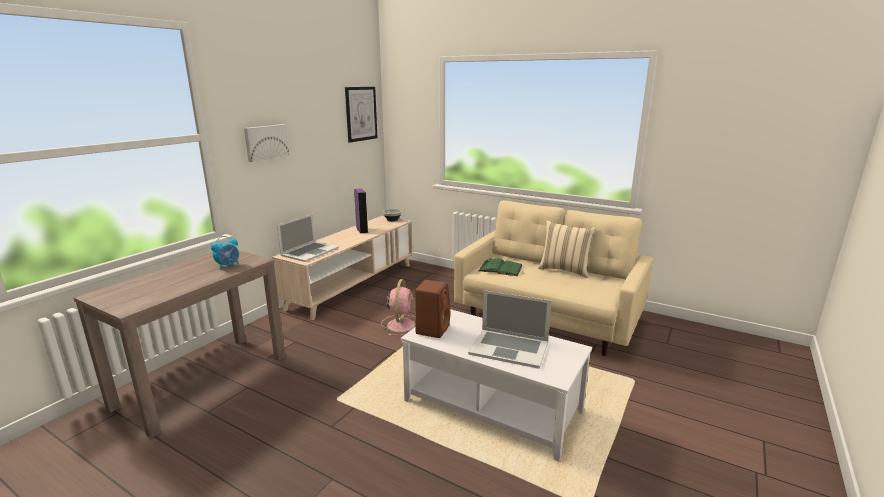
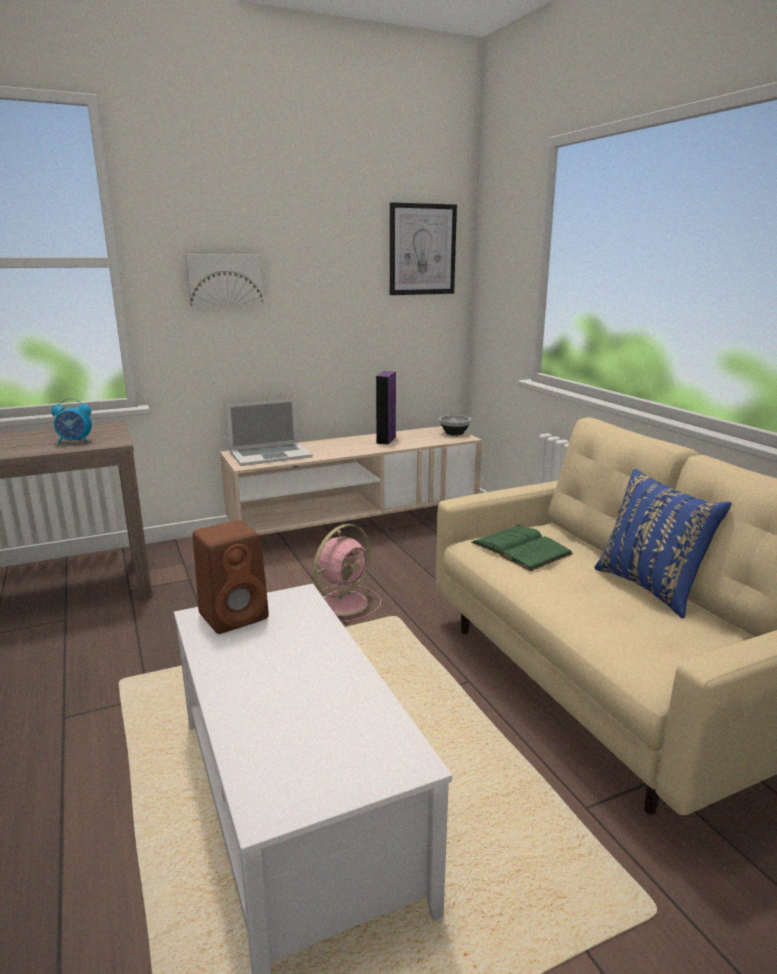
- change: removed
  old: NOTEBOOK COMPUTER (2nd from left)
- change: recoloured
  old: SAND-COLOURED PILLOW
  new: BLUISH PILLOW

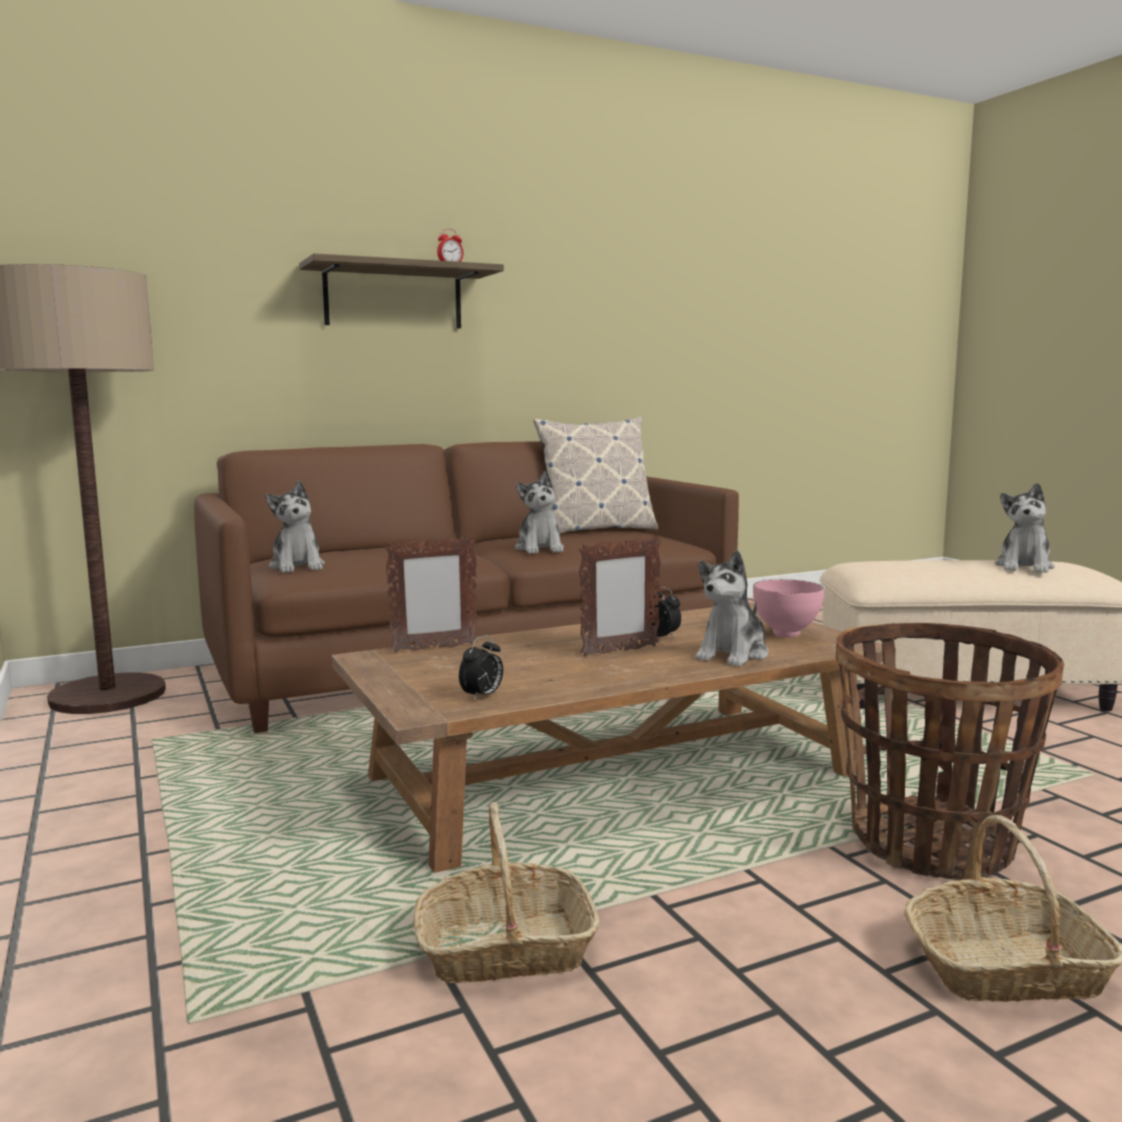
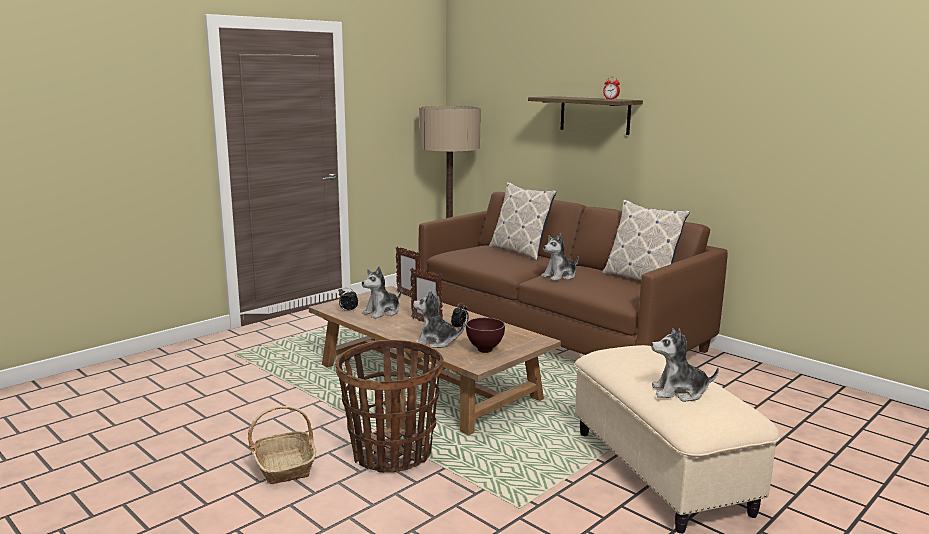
- change: removed
  old: BASKET (1st from left)
- change: added
  new: PILLOW (1st from left)
- change: moved
  old: CUDDLY TOY (1st from left)
- change: recoloured
  old: PINK SERVING BOWL
  new: BROWN SERVING BOWL

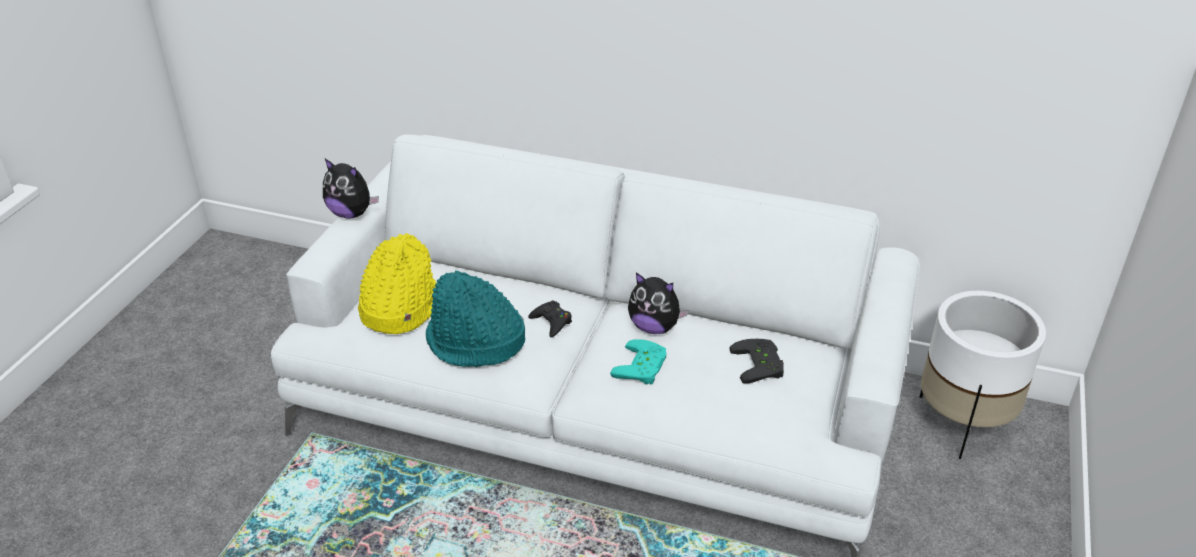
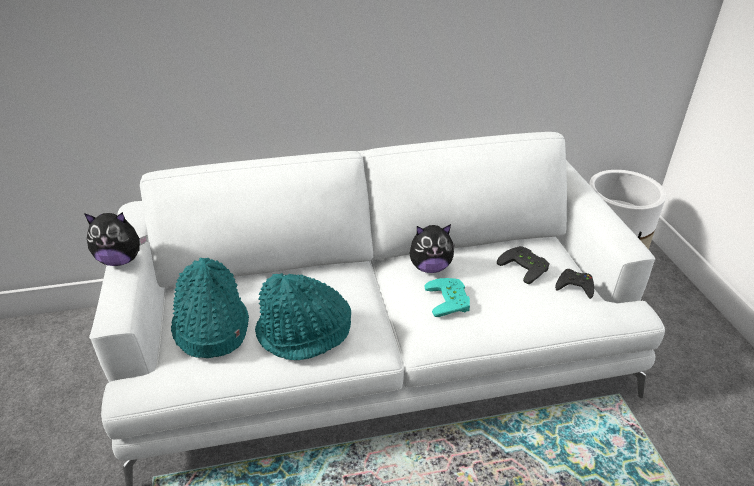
- change: moved
  old: BLACK JOYPAD (1st from left in the first image)
  new: BLACK JOYPAD (2nd from left)
- change: recoloured
  old: YELLOW-COLOURED HAT
  new: TURQUOISE-COLOURED HAT (1st from left)

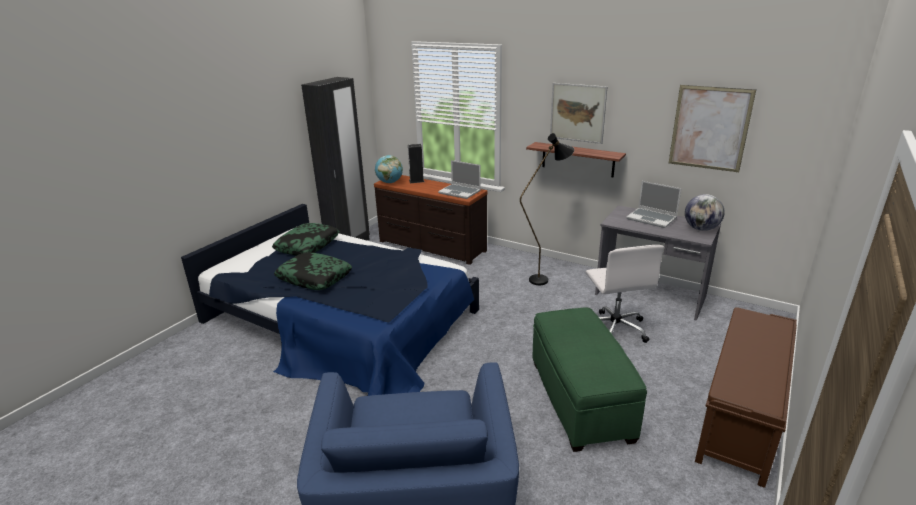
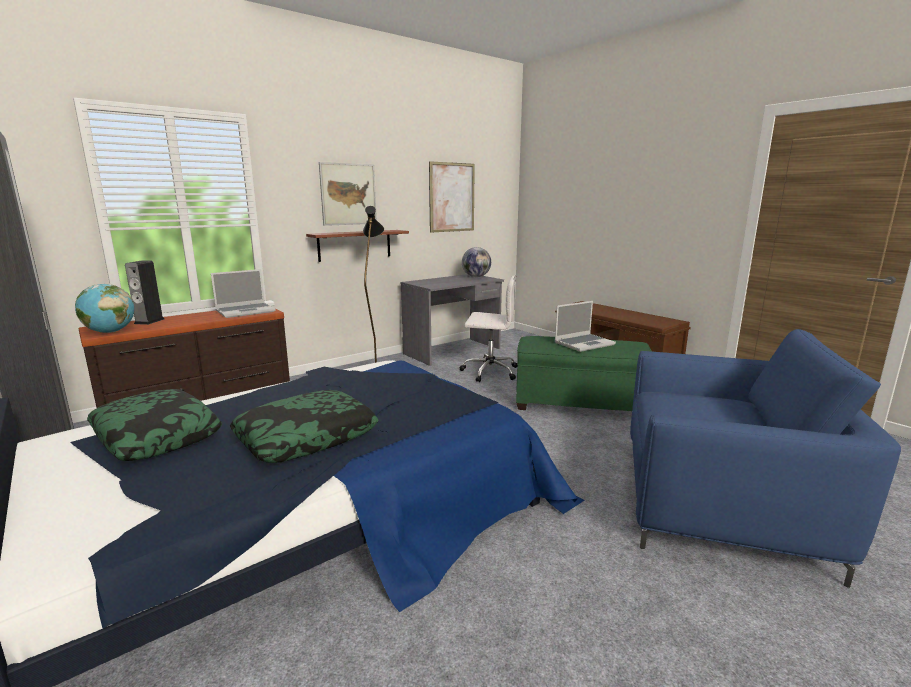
- change: moved
  old: NOTEBOOK COMPUTER (2nd from left)

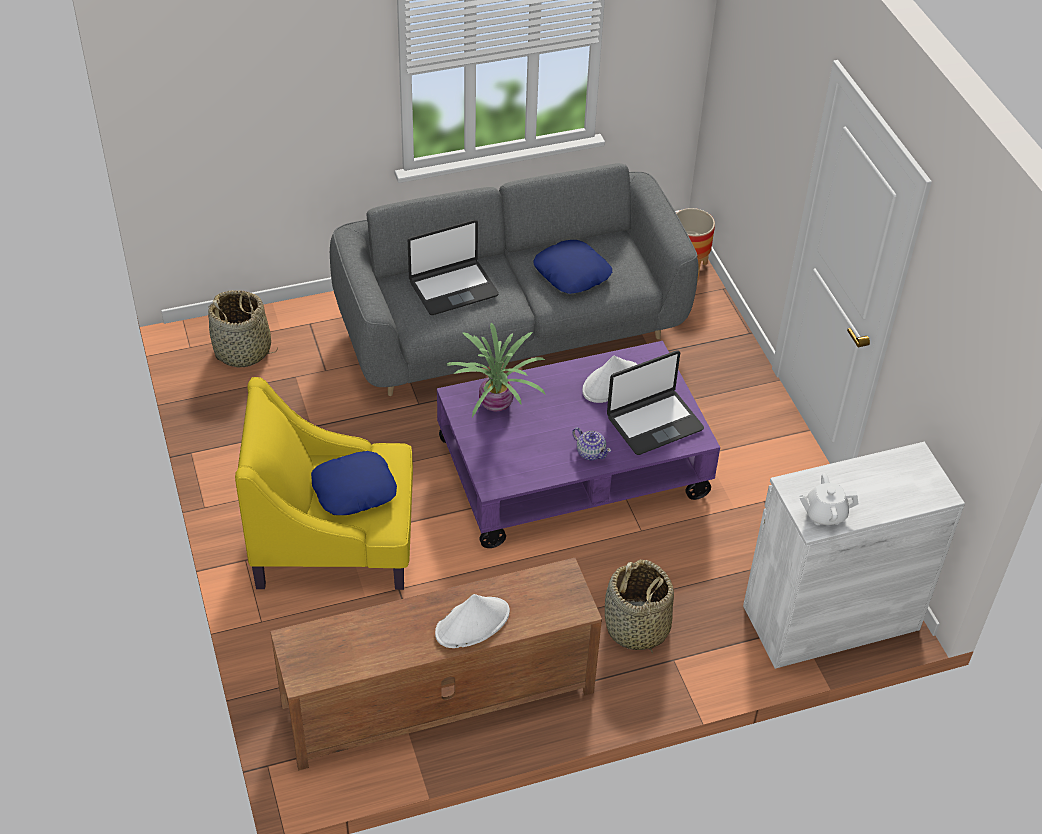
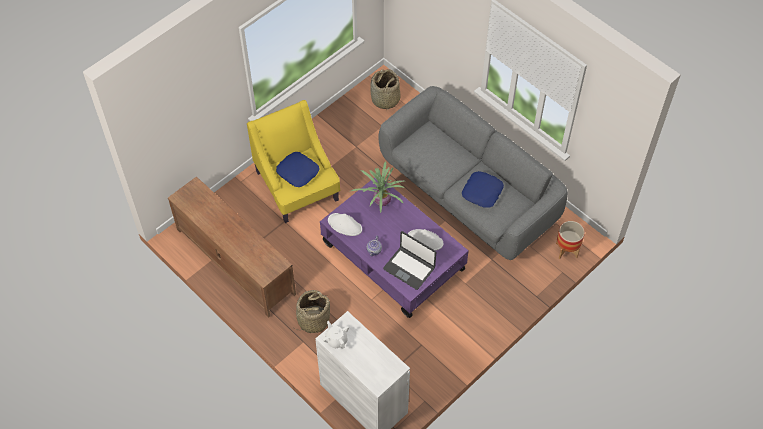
- change: removed
  old: NOTEBOOK COMPUTER (1st from left)
- change: moved
  old: WHITE HAT (1st from left)

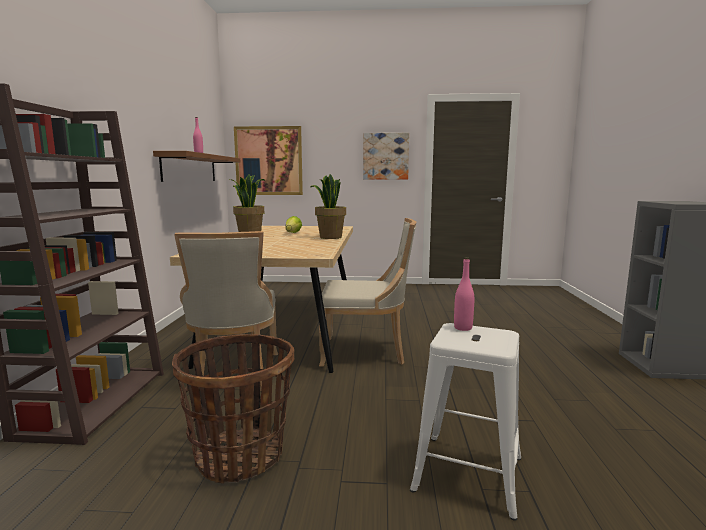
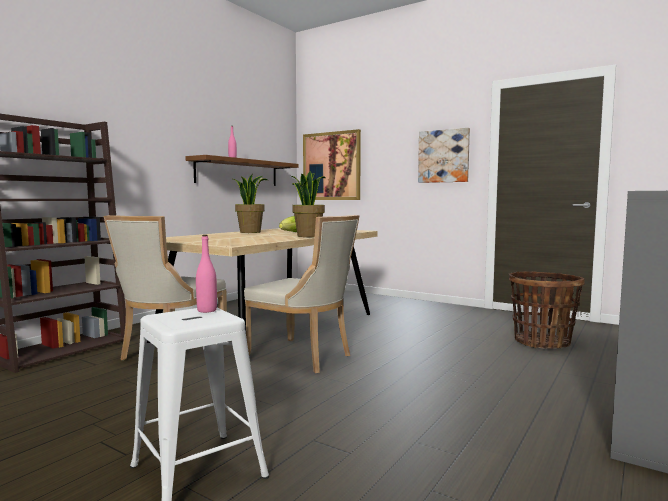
- change: moved
  old: BASKET

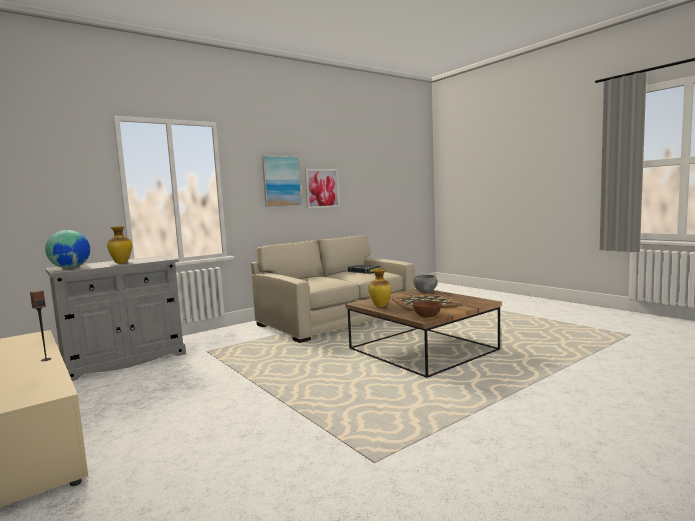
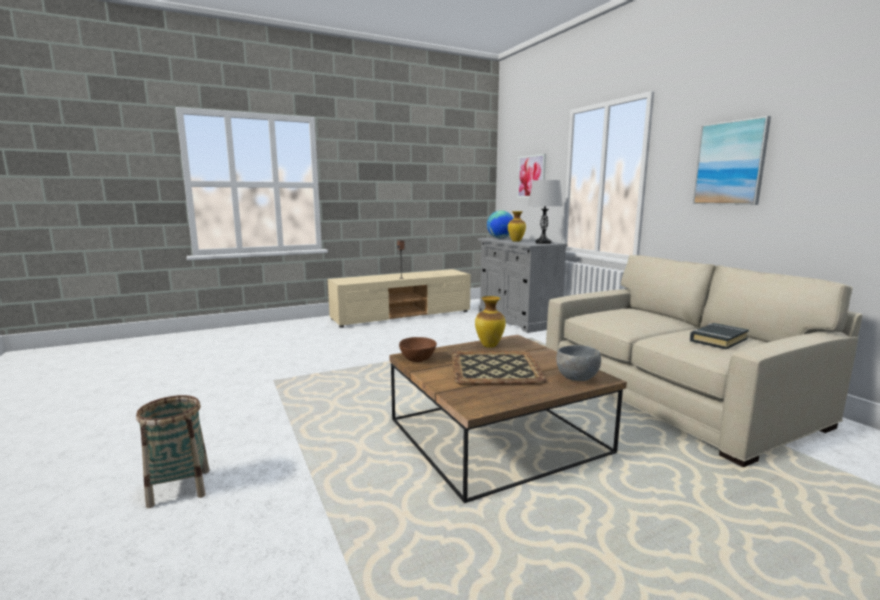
- change: added
  new: BASKET
- change: added
  new: GRAY TABLE LAMP
- change: moved
  old: PICTURE (2nd from left in the first image)
  new: PICTURE (1st from left)

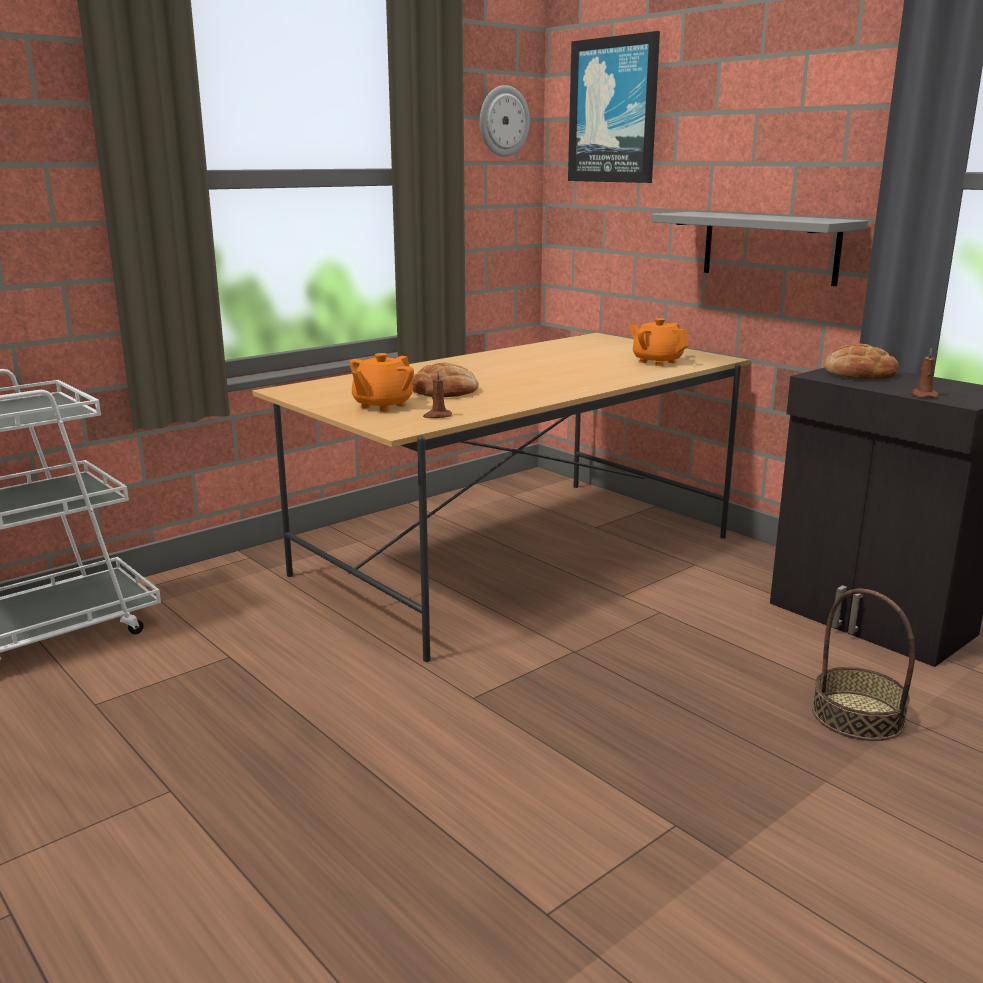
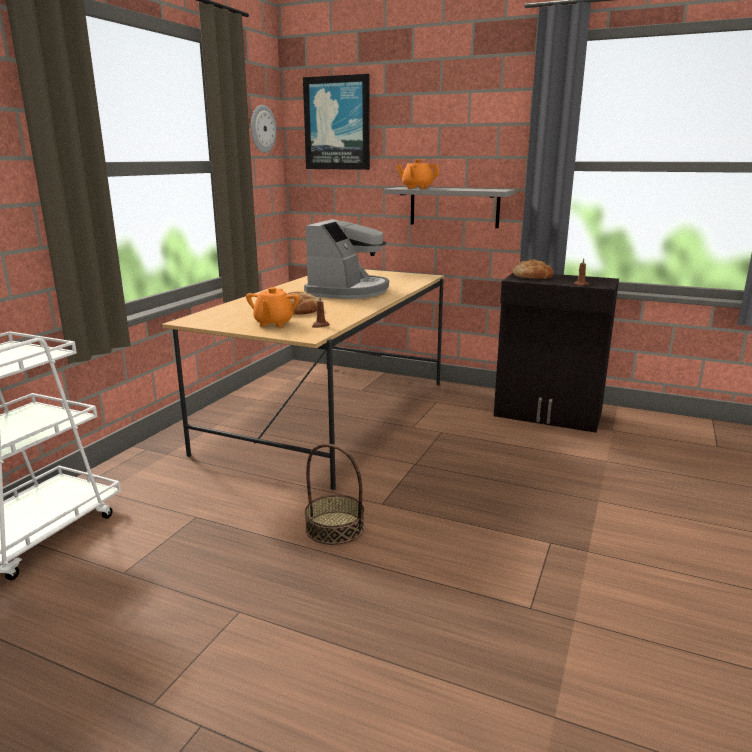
- change: added
  new: COFFEE MACHINE
- change: moved
  old: ORANGE-COLOURED TEAPOT (2nd from left)
- change: moved
  old: BASKET

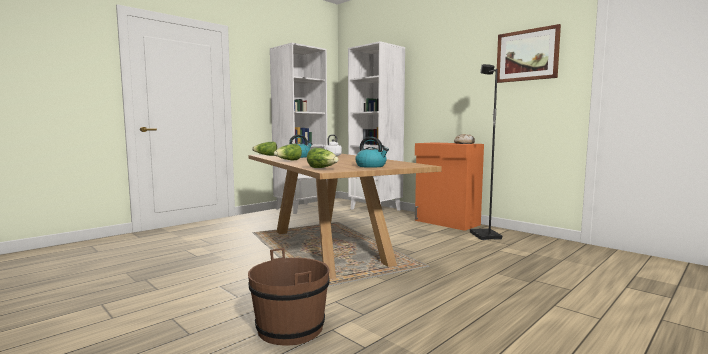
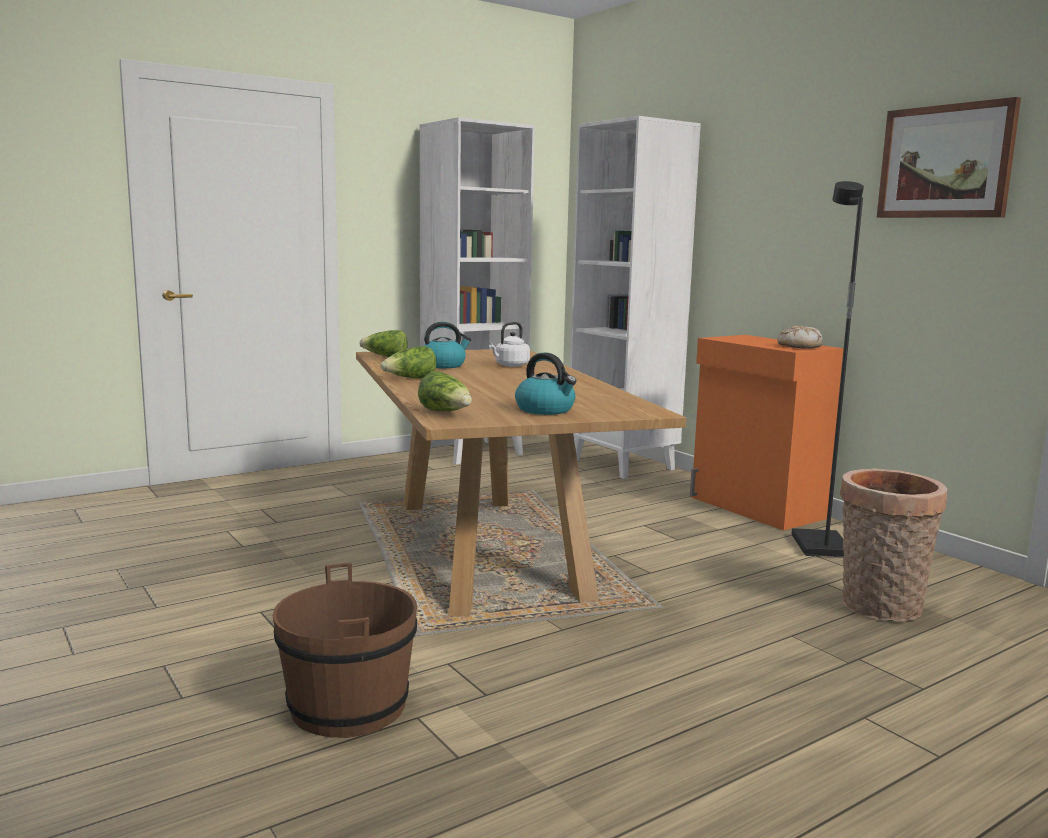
- change: added
  new: BASKET

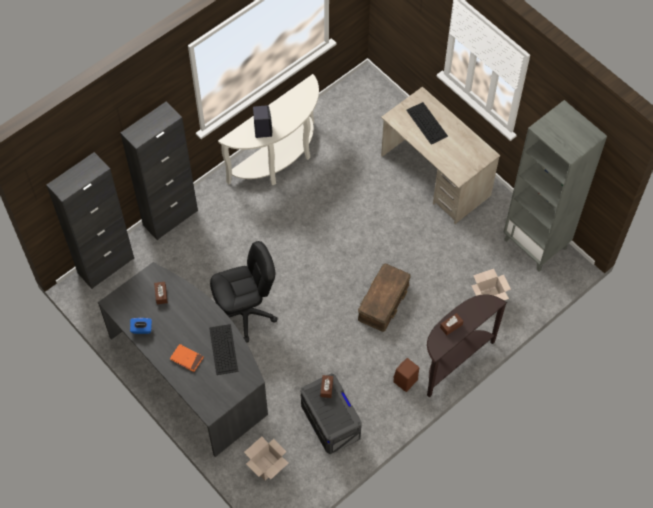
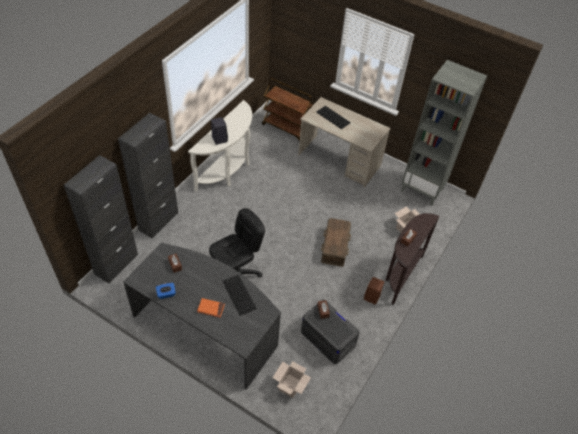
- change: added
  new: BROWN CART

